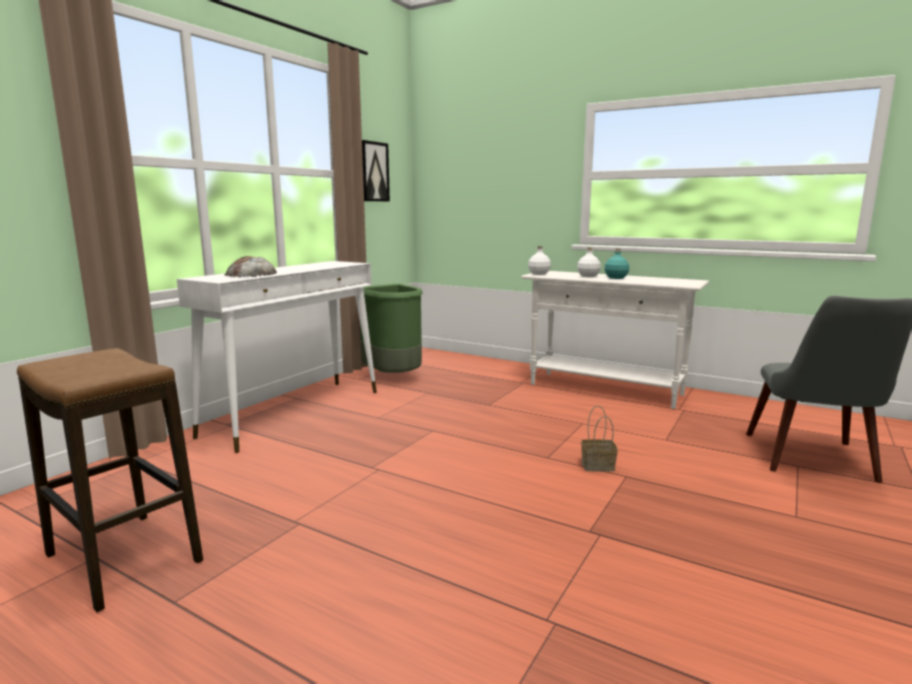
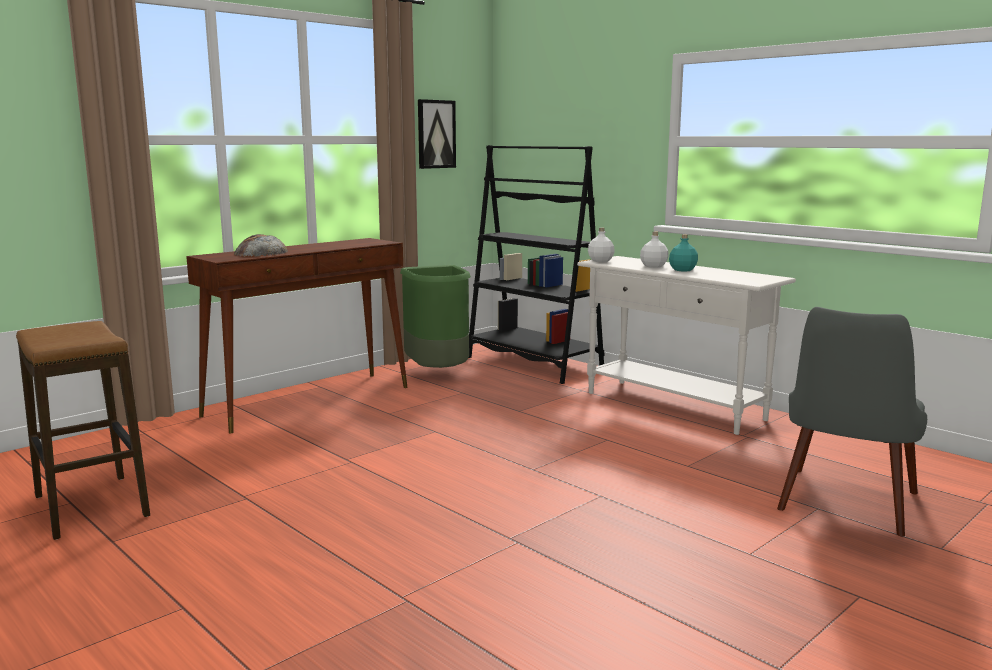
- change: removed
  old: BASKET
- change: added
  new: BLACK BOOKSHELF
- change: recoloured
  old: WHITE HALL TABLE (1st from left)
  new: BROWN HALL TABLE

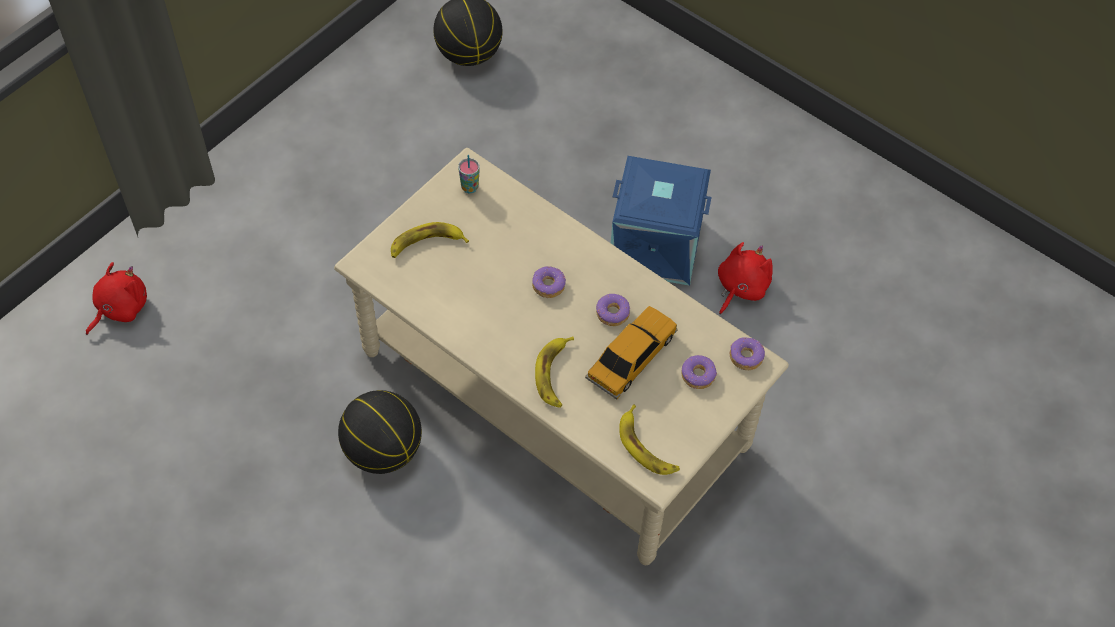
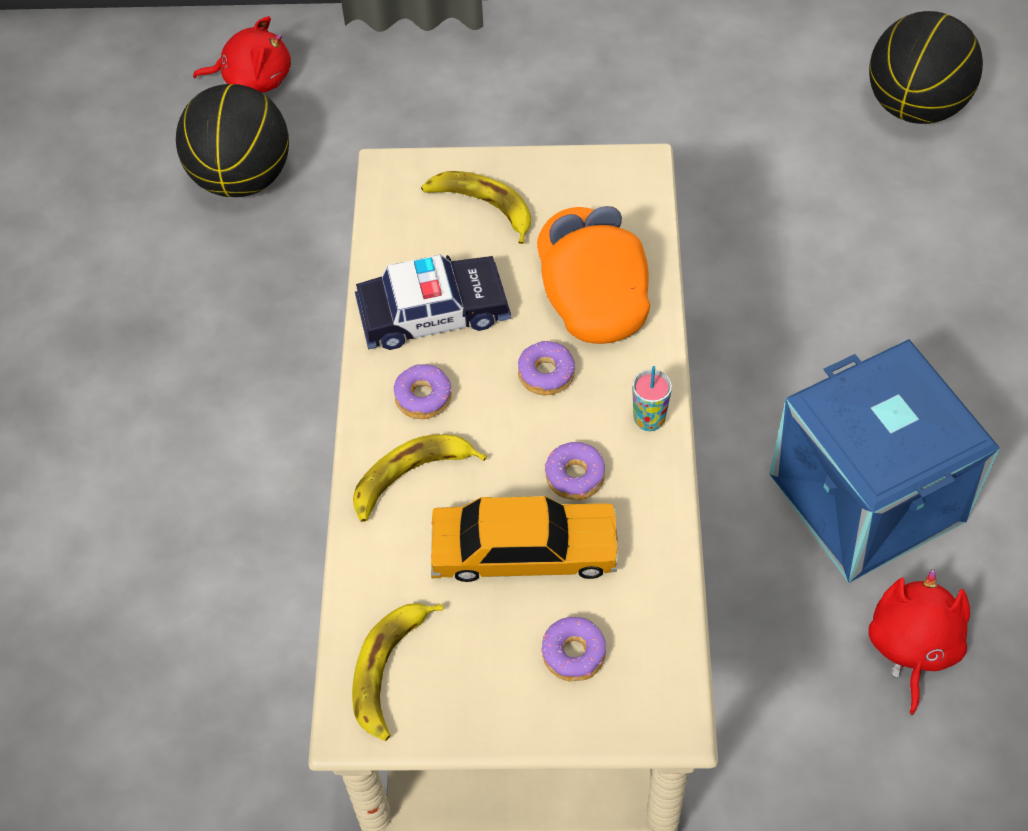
- change: added
  new: TOY CAR (1st from left)
- change: added
  new: ORANGE-COLOURED BASEBALL CAP
- change: moved
  old: BASKETBALL BALL (1st from left)
- change: moved
  old: SMALL CUP
- change: moved
  old: DOUGHNUT (4th from left in the first image)
  new: DOUGHNUT (1st from left)
- change: turned
  old: RED CUDDLY TOY (2nd from left)
  degrees: -75

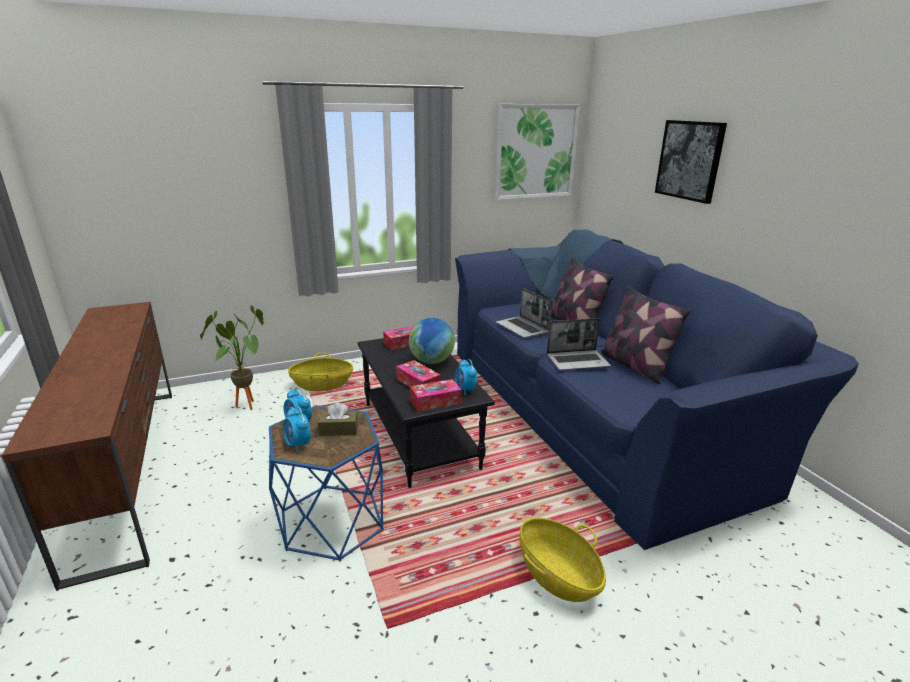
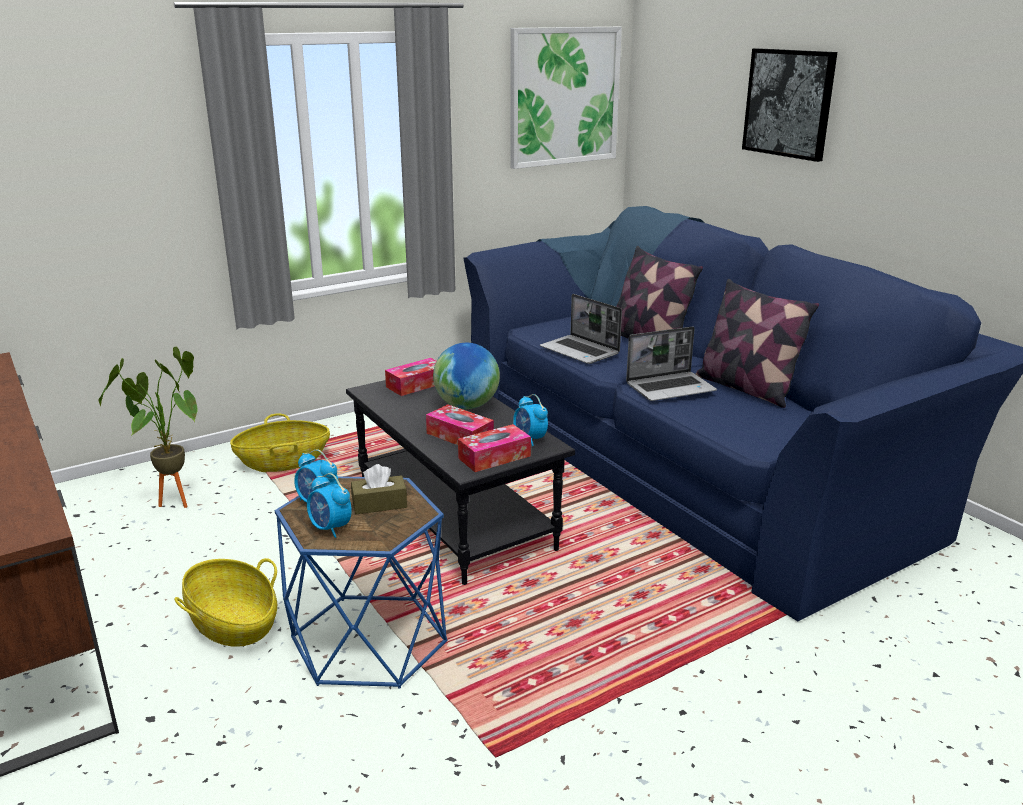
- change: moved
  old: BASKET (2nd from left in the first image)
  new: BASKET (1st from left)

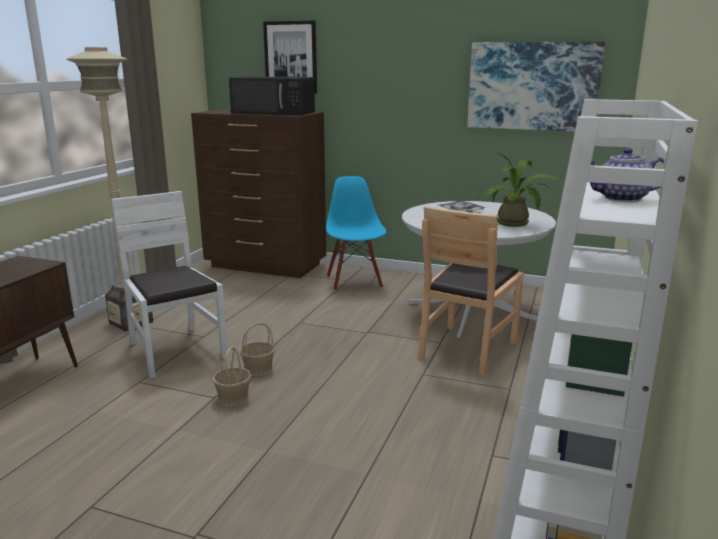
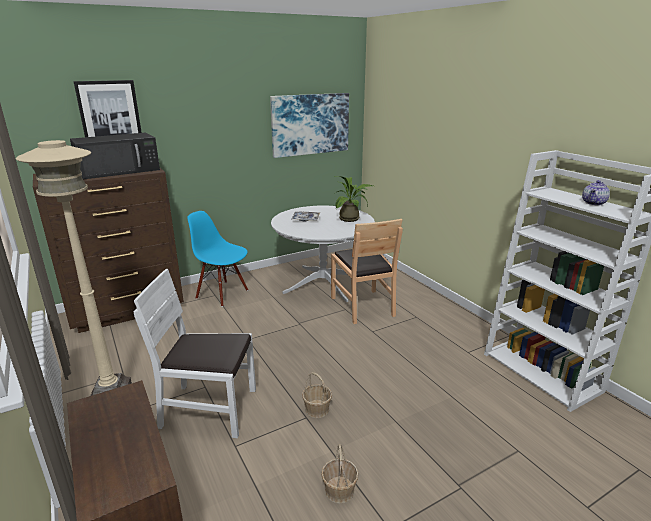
- change: moved
  old: BASKET (2nd from left)

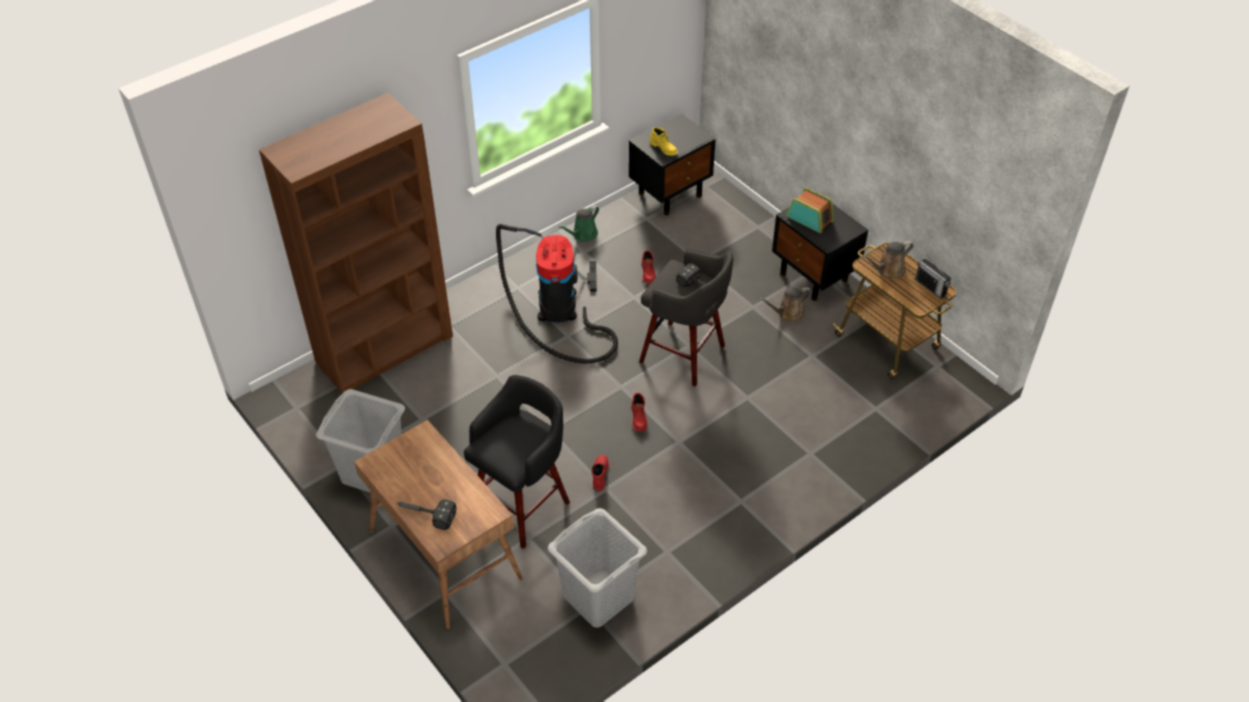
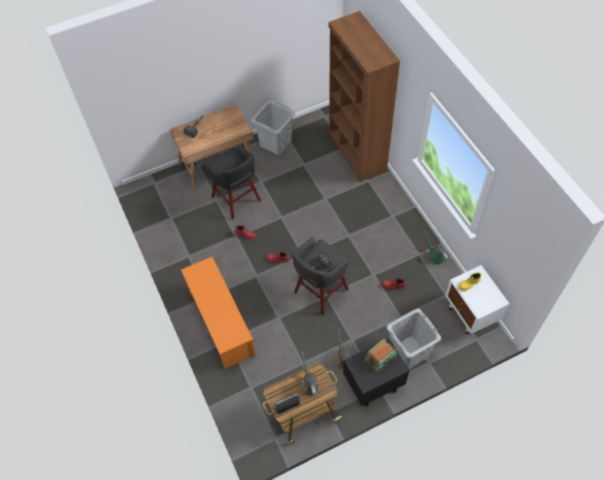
- change: removed
  old: VACUUM
- change: added
  new: ORANGE-COLOURED SHOE RACK
- change: moved
  old: GRAY LAUNDRY BASKET (2nd from left)
- change: recoloured
  old: BLACK BEDSIDE TABLE (1st from left)
  new: WHITE BEDSIDE TABLE

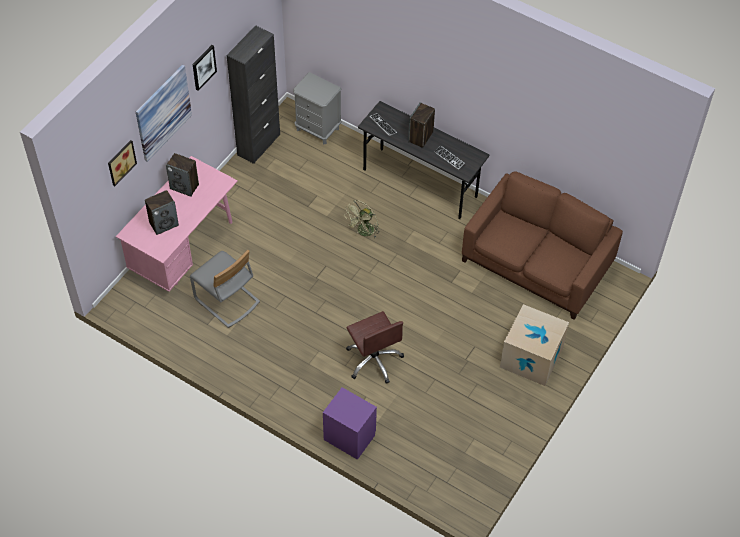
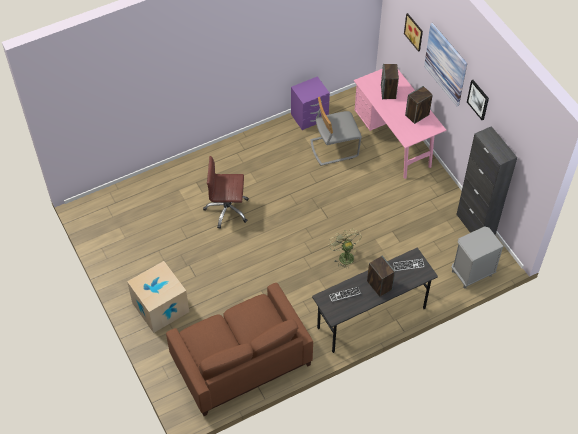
- change: moved
  old: PURPLE BEDSIDE TABLE

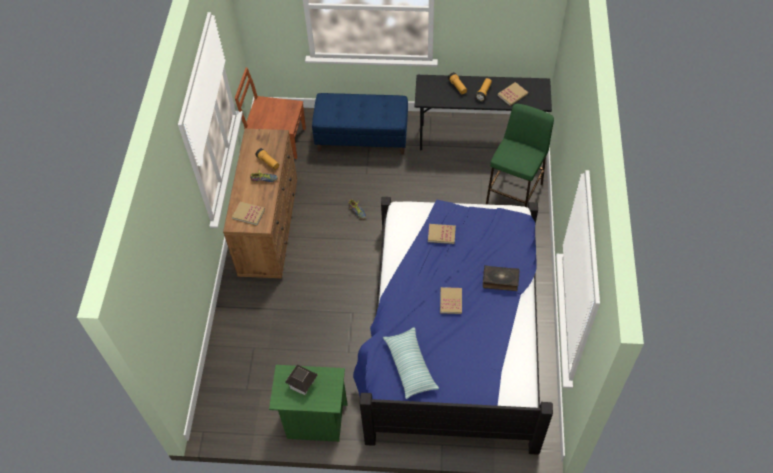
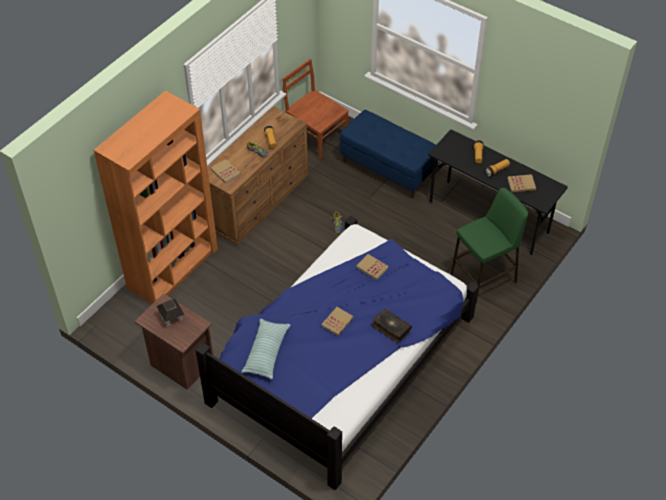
- change: added
  new: ORANGE-COLOURED BOOKSHELF
- change: recoloured
  old: GREEN-COLOURED BEDSIDE TABLE
  new: BROWN BEDSIDE TABLE

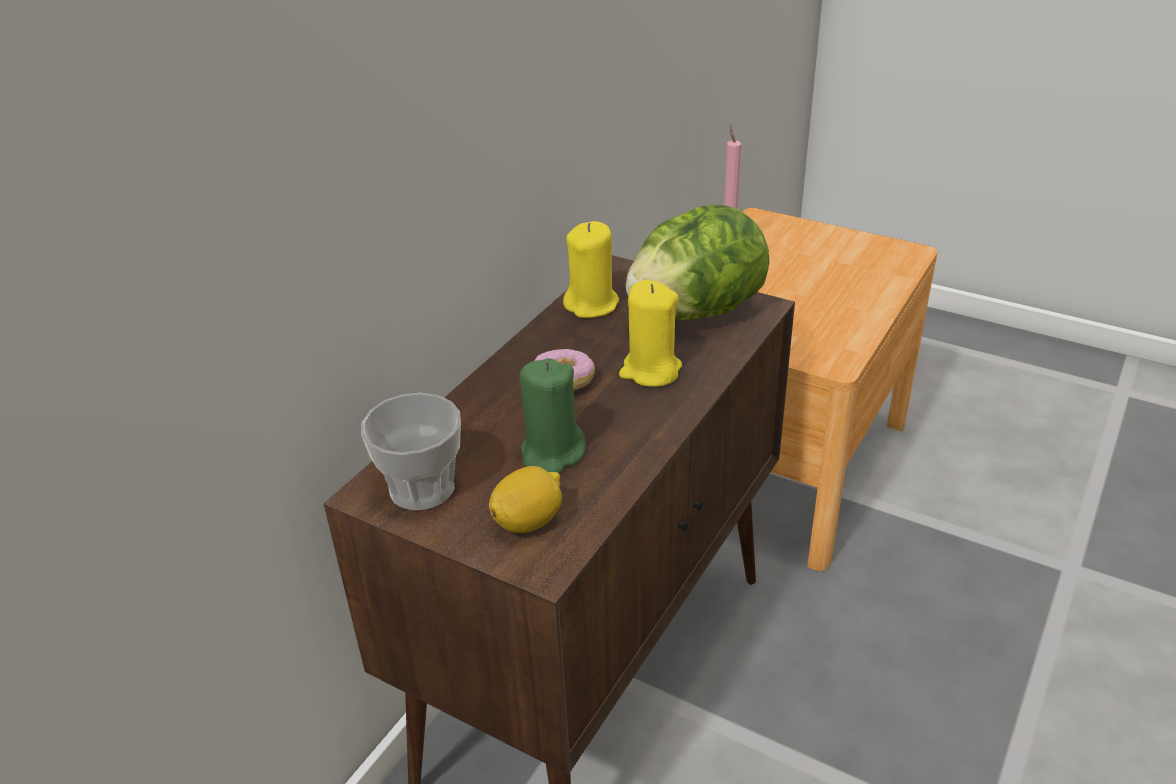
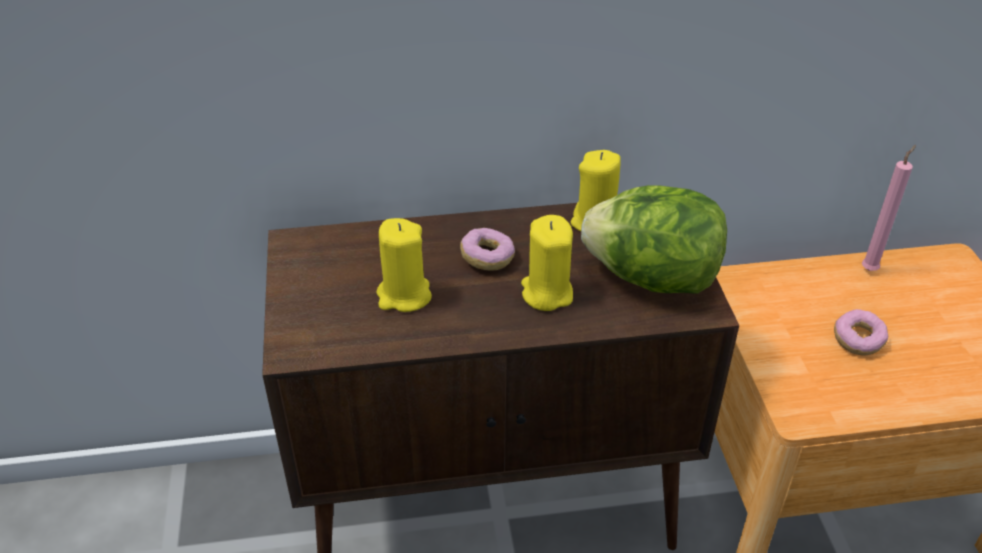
- change: removed
  old: SMALL CUP
- change: removed
  old: CITRUS FRUIT
- change: added
  new: DOUGHNUT (2nd from left)
- change: recoloured
  old: GREEN-COLOURED WAX LIGHT
  new: YELLOW-COLOURED WAX LIGHT (1st from left)

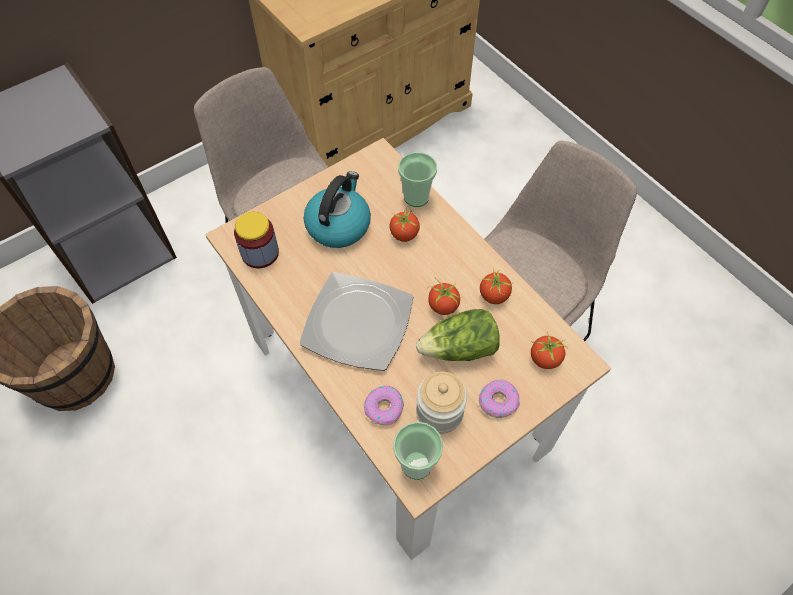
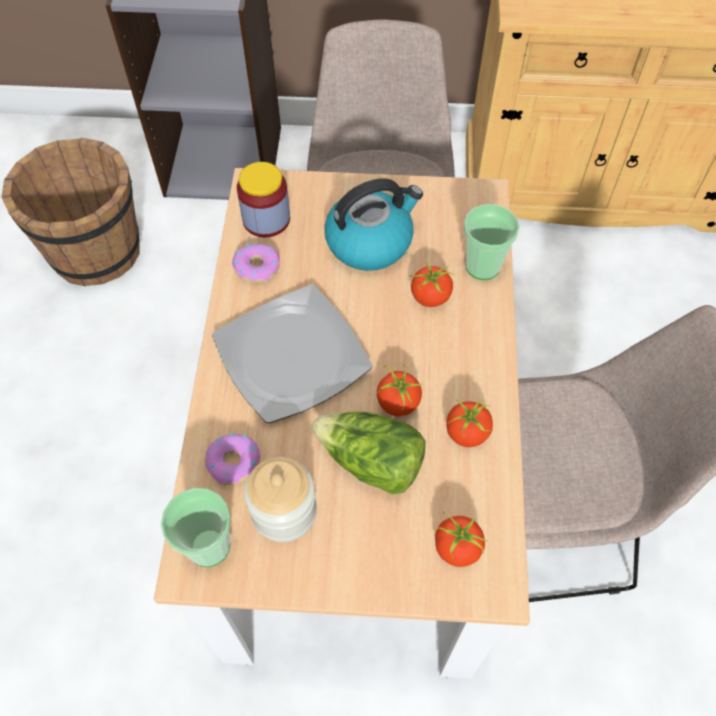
- change: moved
  old: DOUGHNUT (2nd from left)

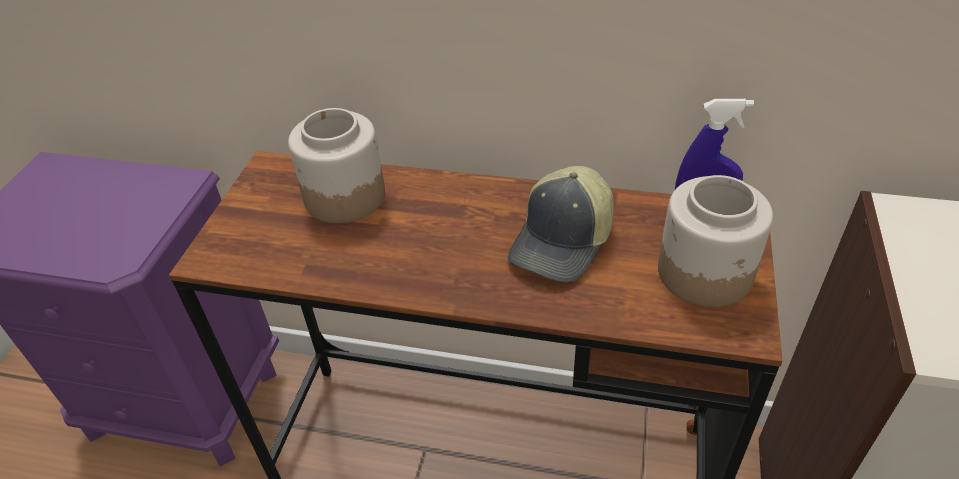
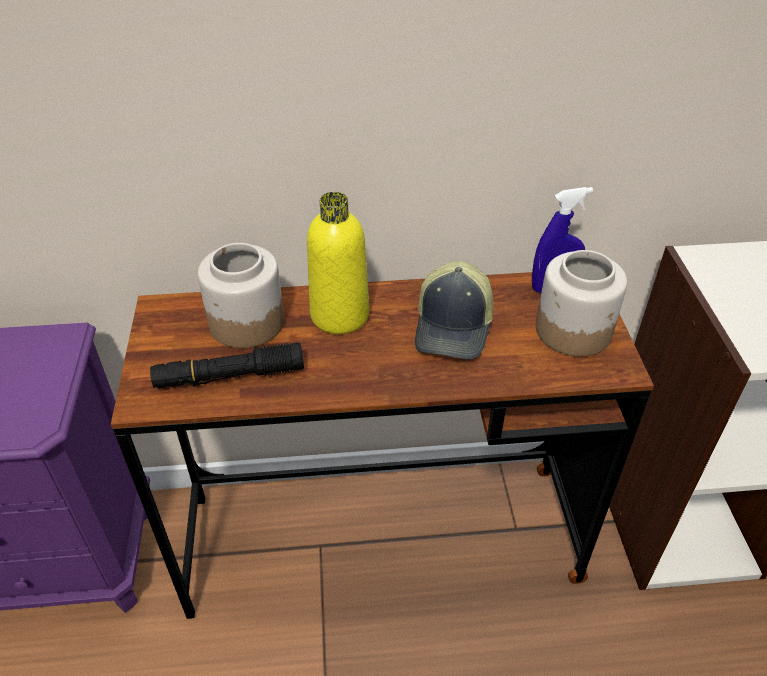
- change: added
  new: BLACK FLASHLIGHT
- change: added
  new: YELLOW-COLOURED DRINK BOTTLE

